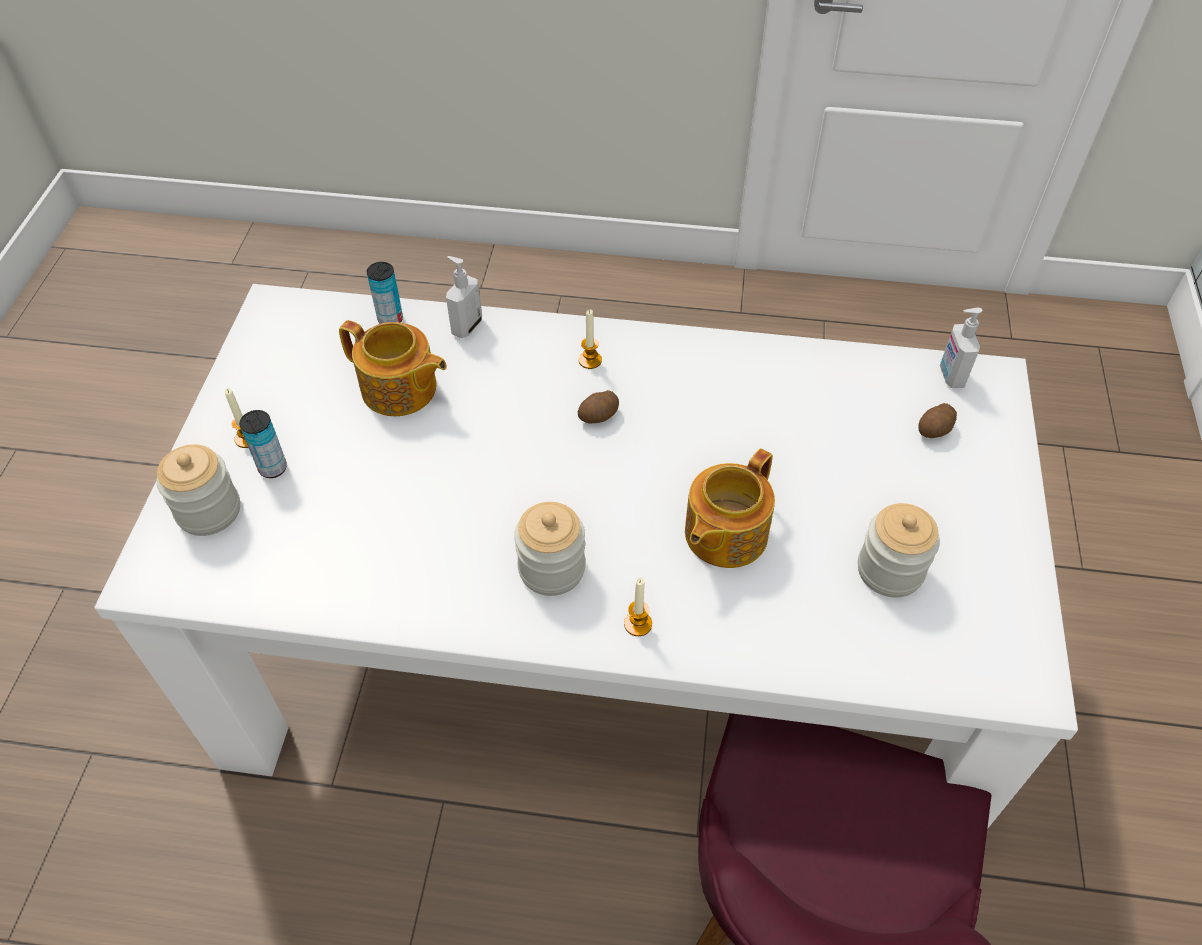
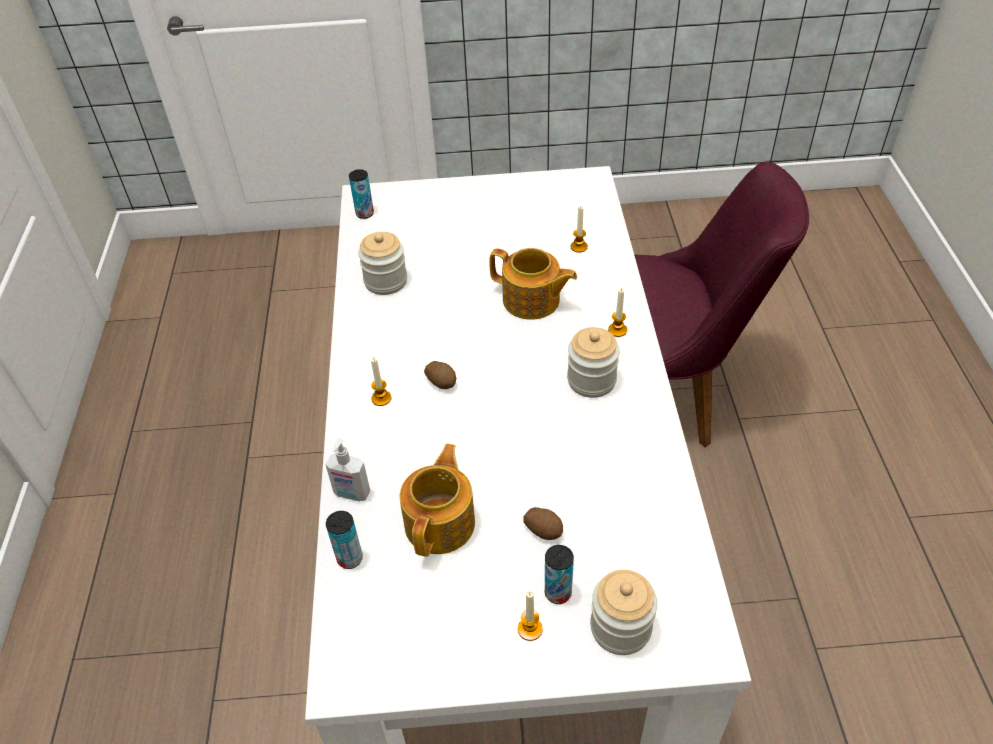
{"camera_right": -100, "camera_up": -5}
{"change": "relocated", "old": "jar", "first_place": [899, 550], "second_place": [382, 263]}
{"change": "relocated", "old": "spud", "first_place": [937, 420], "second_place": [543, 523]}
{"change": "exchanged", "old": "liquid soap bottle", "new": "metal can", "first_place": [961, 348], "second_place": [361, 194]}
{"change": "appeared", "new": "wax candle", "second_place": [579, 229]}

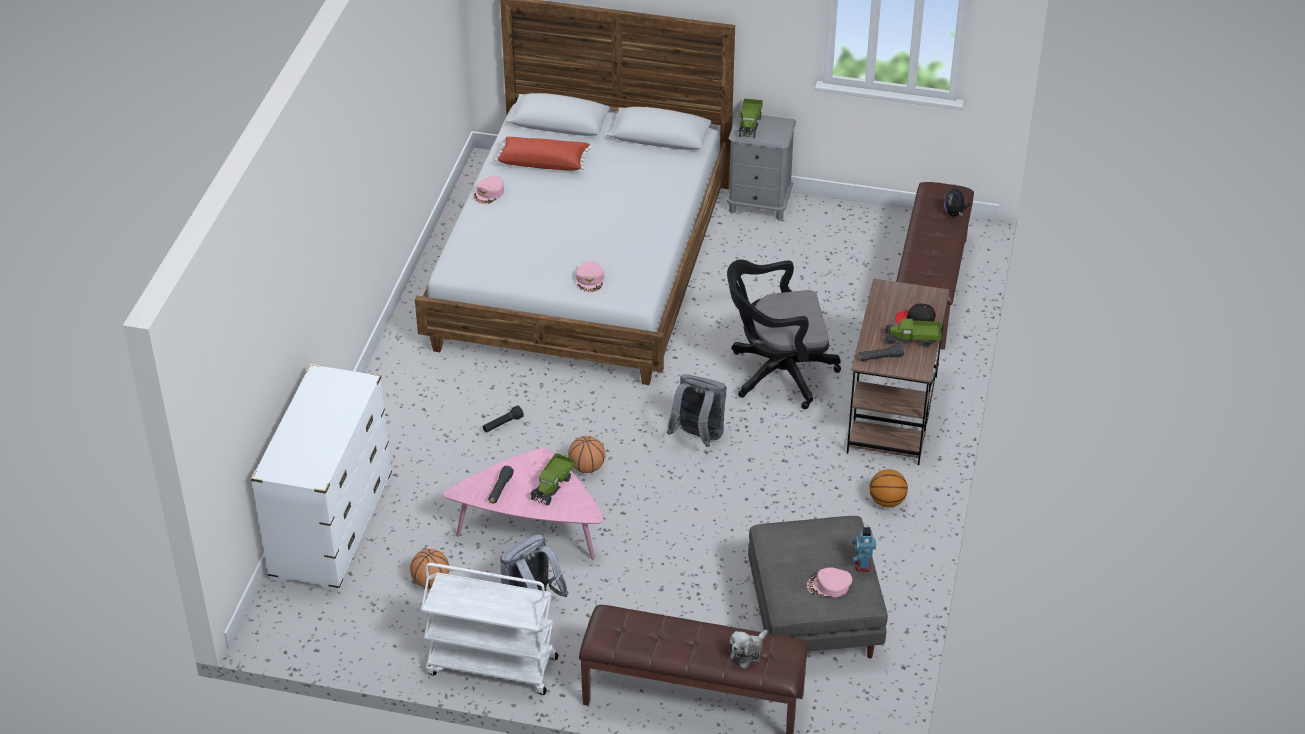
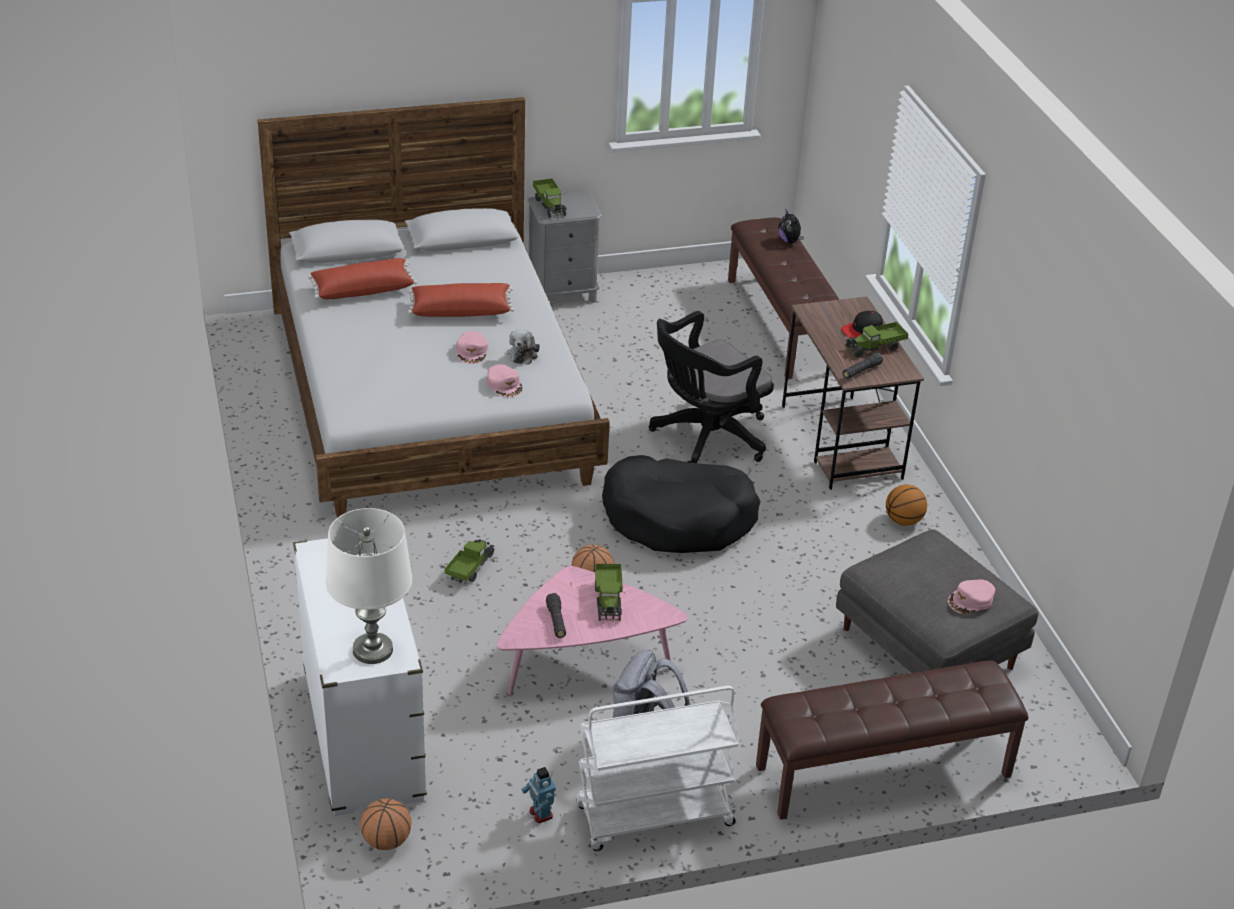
{"camera_right": -30, "camera_up": -5}
{"change": "relocated", "old": "ball for basketball", "first_place": [429, 568], "second_place": [386, 824]}
{"change": "relocated", "old": "pink-coloured peaked cap", "first_place": [488, 190], "second_place": [472, 347]}
{"change": "exchanged", "old": "black-coloured hand torch", "new": "toy lorry", "first_place": [503, 419], "second_place": [470, 561]}
{"change": "exchanged", "old": "grey backpack", "new": "black-coloured pet bed", "first_place": [697, 411], "second_place": [681, 504]}
{"change": "relocated", "old": "soft toy", "first_place": [749, 649], "second_place": [523, 347]}
{"change": "relocated", "old": "model robot", "first_place": [864, 549], "second_place": [539, 795]}
{"change": "appeared", "new": "white table lamp", "second_place": [369, 586]}
{"change": "appeared", "new": "red-coloured throw pillow", "second_place": [461, 300]}

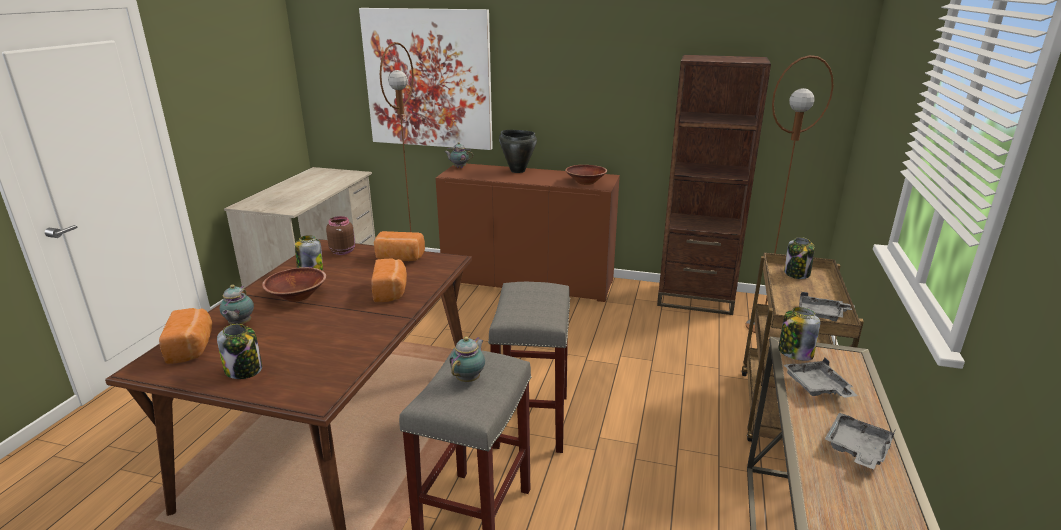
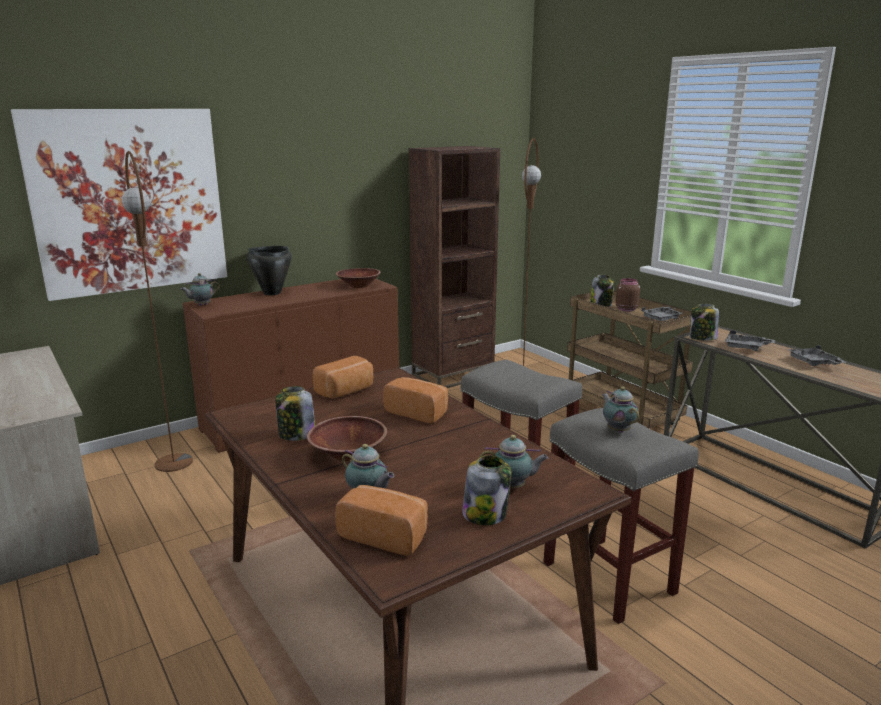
{"camera_right": -50, "camera_up": -5}
{"change": "relocated", "old": "brownish jar", "first_place": [340, 235], "second_place": [628, 295]}
{"change": "appeared", "new": "tea pot", "second_place": [513, 461]}

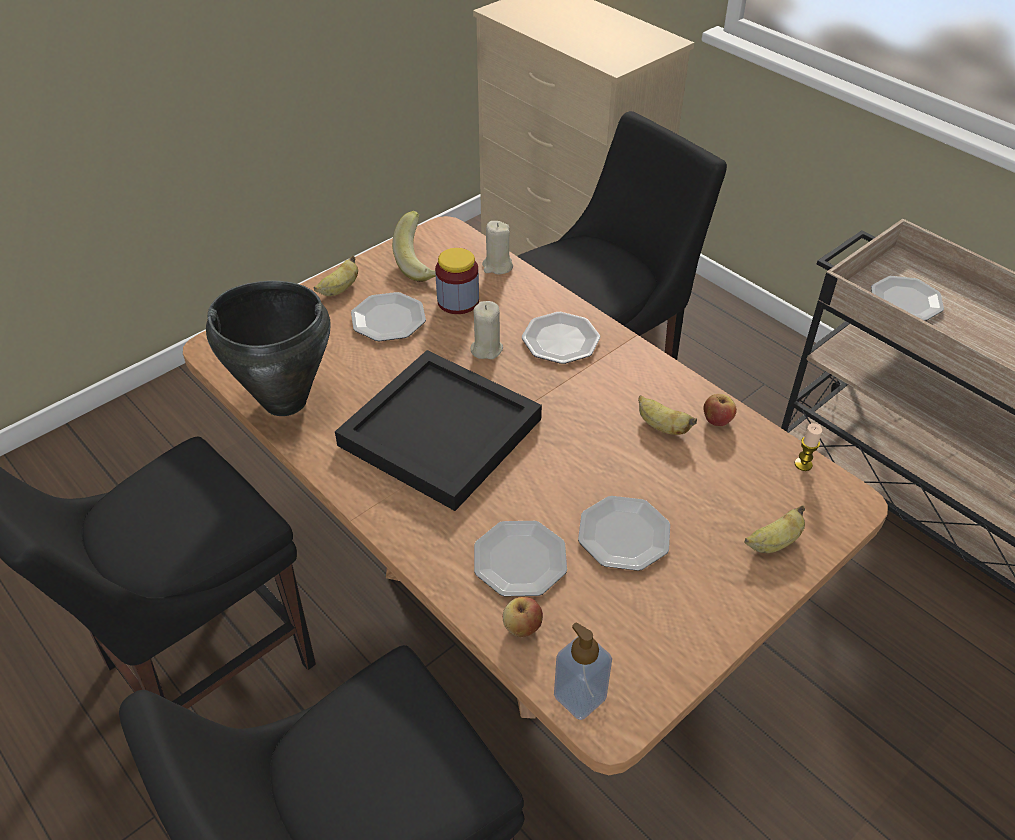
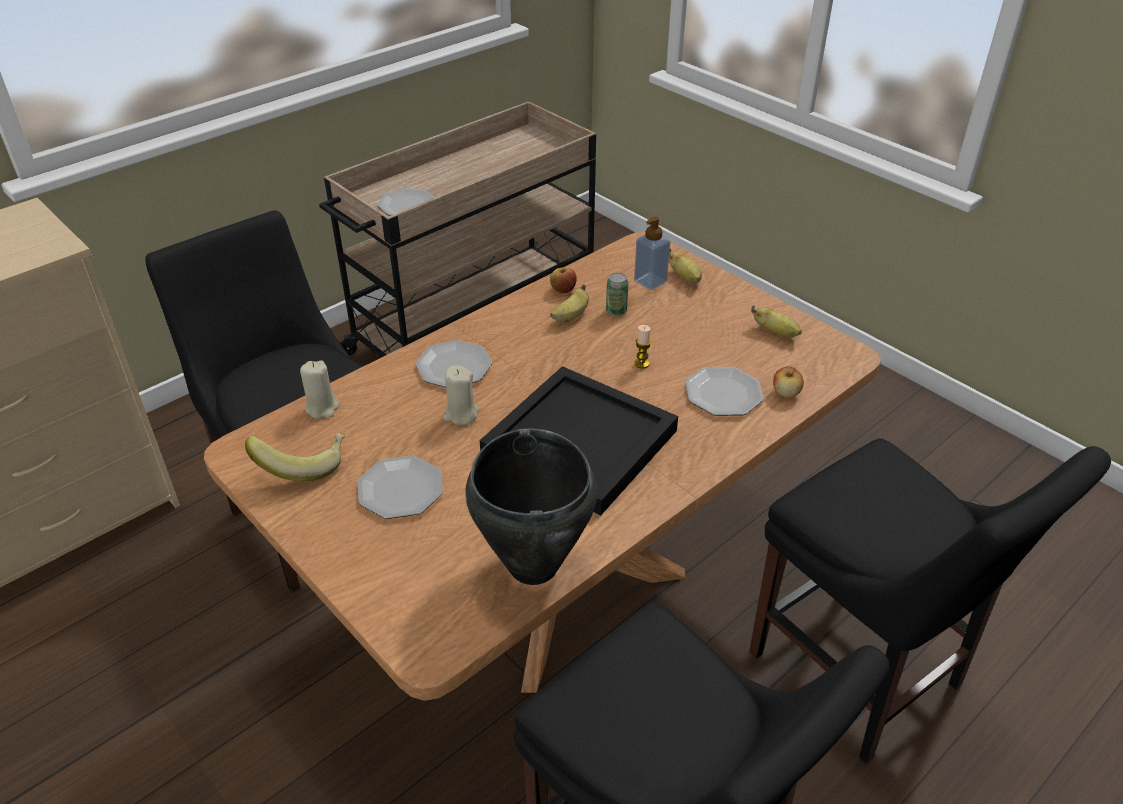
{"camera_right": -90, "camera_up": -5}
{"change": "relocated", "old": "banana fruit", "first_place": [336, 276], "second_place": [776, 321]}
{"change": "missing", "old": "jar", "first_place": [457, 281]}
{"change": "relocated", "old": "liquid soap bottle", "first_place": [583, 671], "second_place": [652, 253]}
{"change": "missing", "old": "dinner plate", "first_place": [624, 533]}
{"change": "relocated", "old": "wax candle", "first_place": [808, 447], "second_place": [642, 346]}
{"change": "appeared", "new": "metal can", "second_place": [617, 294]}

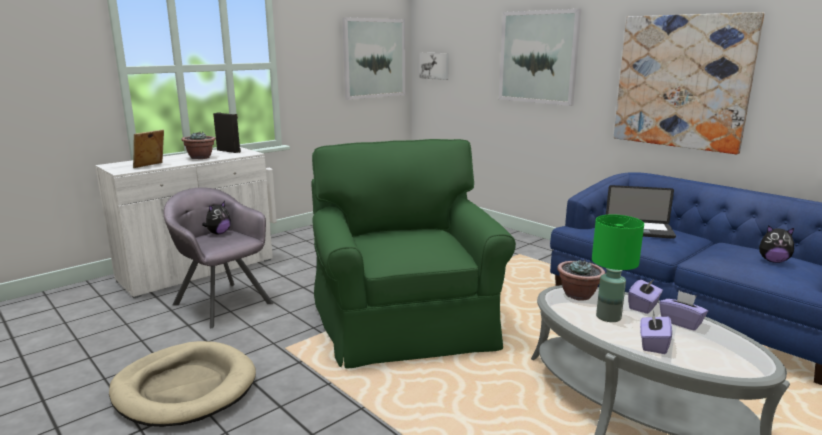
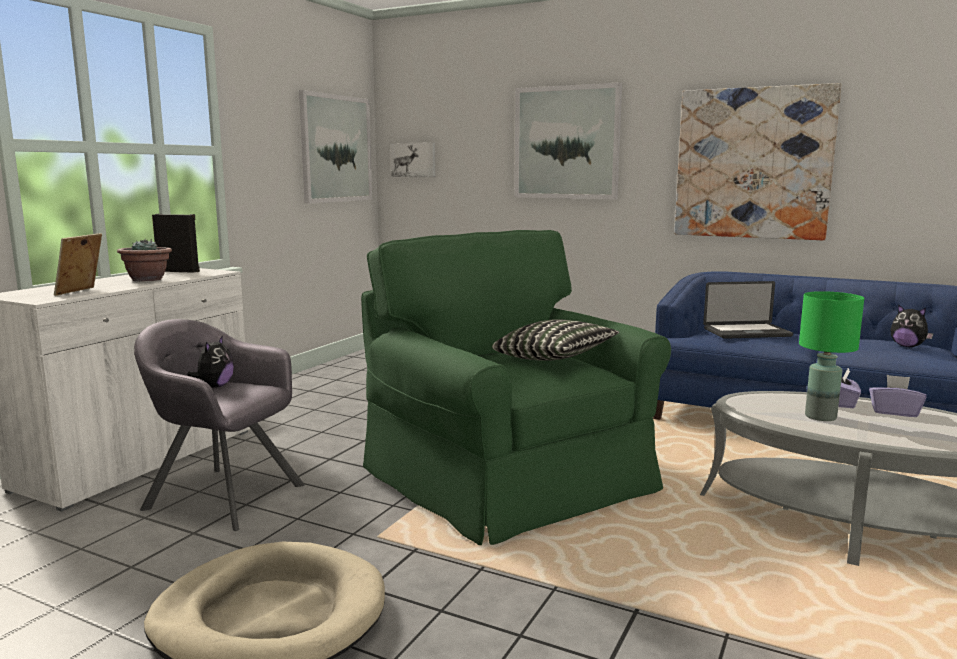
{"camera_right": -20, "camera_up": -5}
{"change": "missing", "old": "potted plant", "first_place": [581, 280]}
{"change": "missing", "old": "purple-coloured tissue box", "first_place": [656, 332]}
{"change": "spun", "old": "soft toy", "first_place": [776, 244], "second_place": [911, 325], "degrees": 45}
{"change": "appeared", "new": "throw pillow", "second_place": [555, 340]}

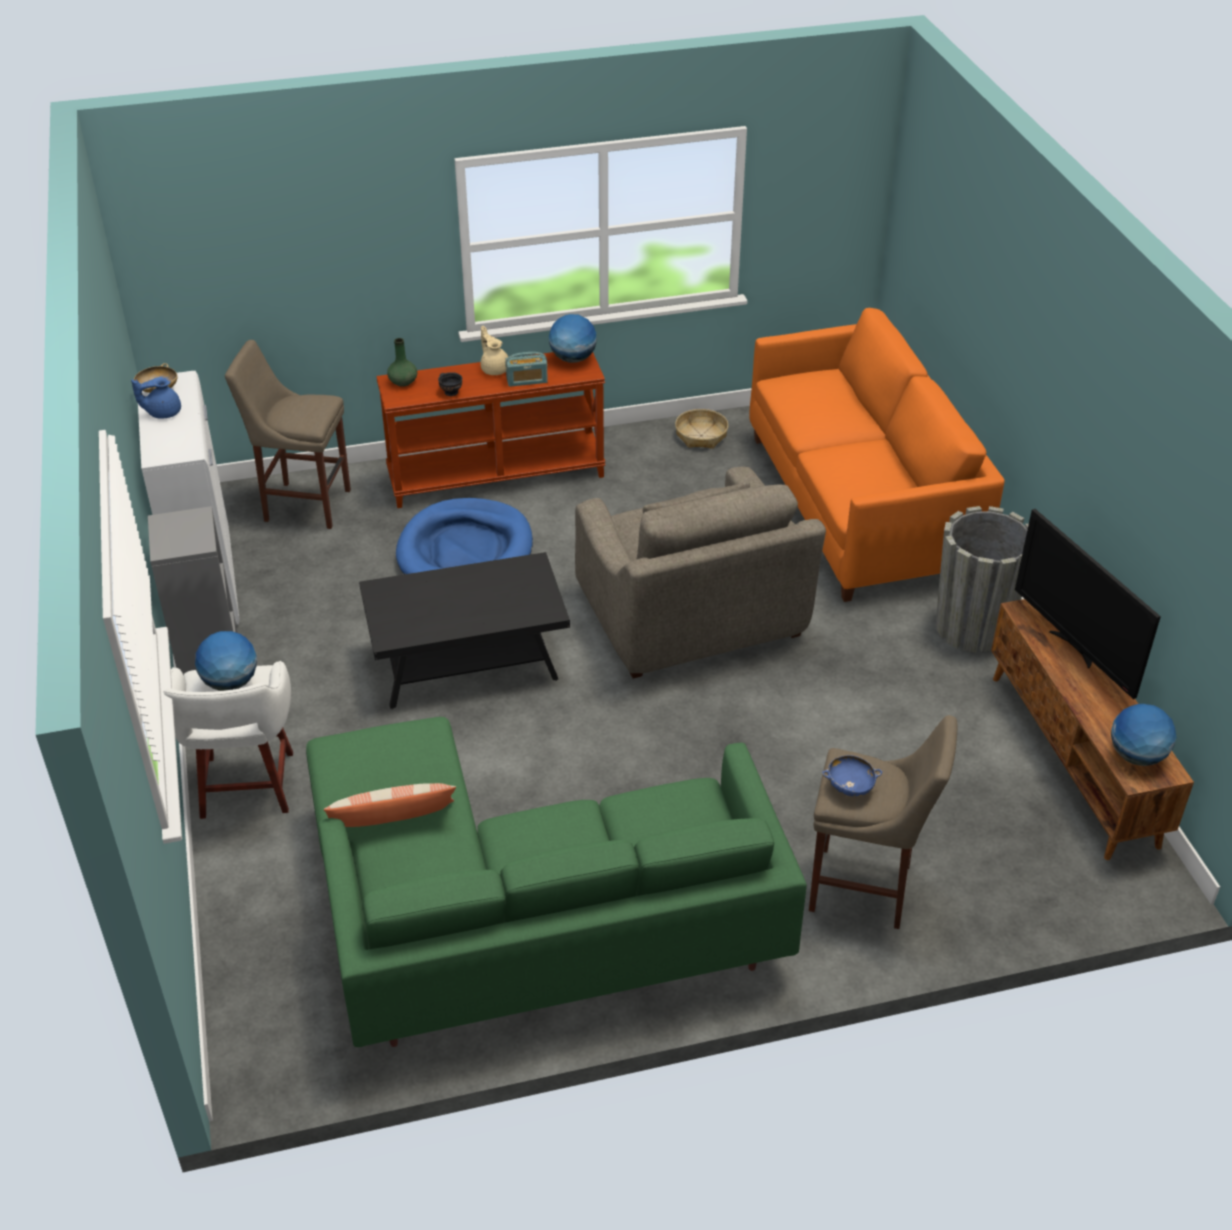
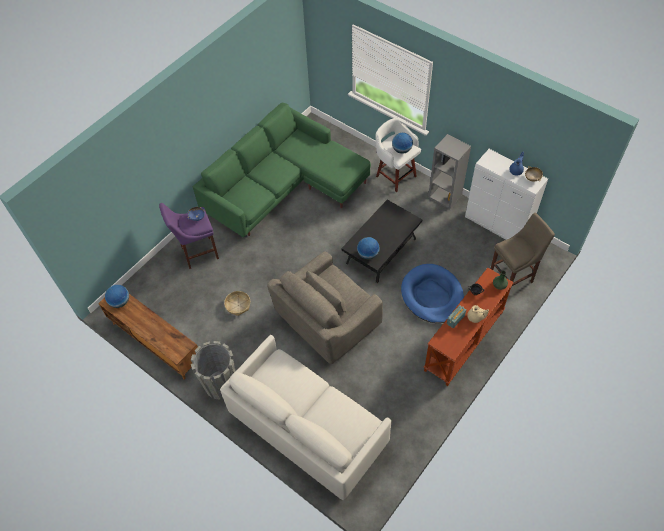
{"camera_right": 145, "camera_up": 15}
{"change": "missing", "old": "throw pillow", "first_place": [390, 805]}
{"change": "relocated", "old": "globe", "first_place": [573, 338], "second_place": [368, 248]}
{"change": "spun", "old": "grey lounge chair", "first_place": [700, 572], "second_place": [325, 307], "degrees": -75}
{"change": "relocated", "old": "storage basket", "first_place": [701, 429], "second_place": [237, 303]}
{"change": "colour", "old": "orangey couch", "new": "white couch", "first_place": [877, 455], "second_place": [305, 417]}
{"change": "colour", "old": "sand-coloured stool seat", "new": "purple-coloured stool seat", "first_place": [883, 822], "second_place": [189, 236]}
{"change": "missing", "old": "TV", "first_place": [1088, 604]}

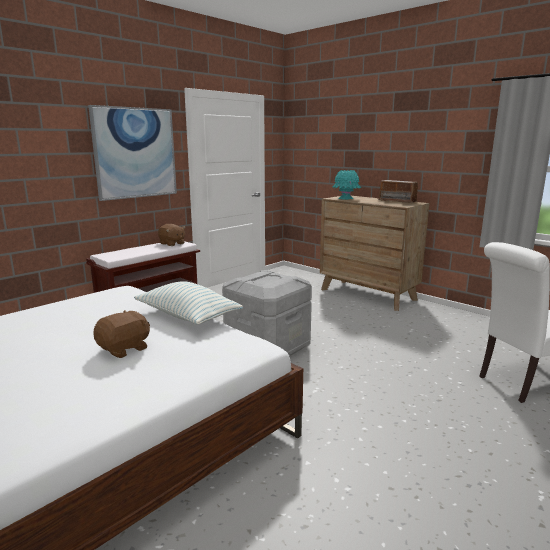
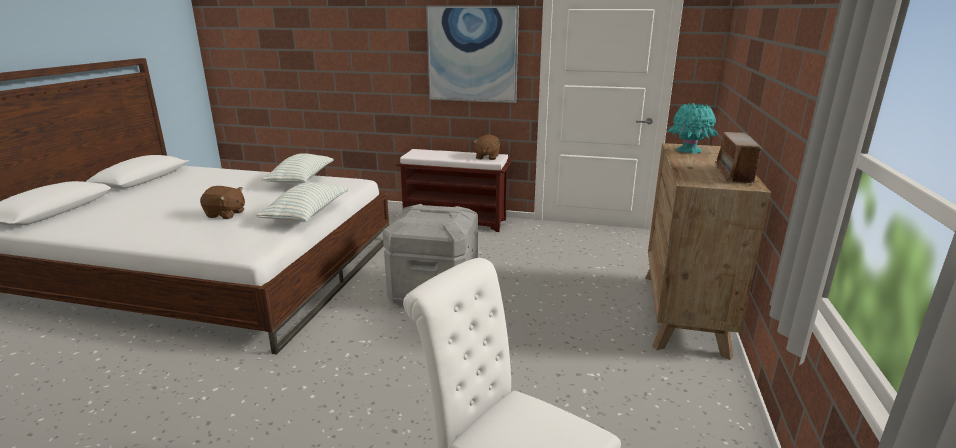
{"camera_right": 60, "camera_up": 5}
{"change": "appeared", "new": "throw pillow", "second_place": [297, 168]}

